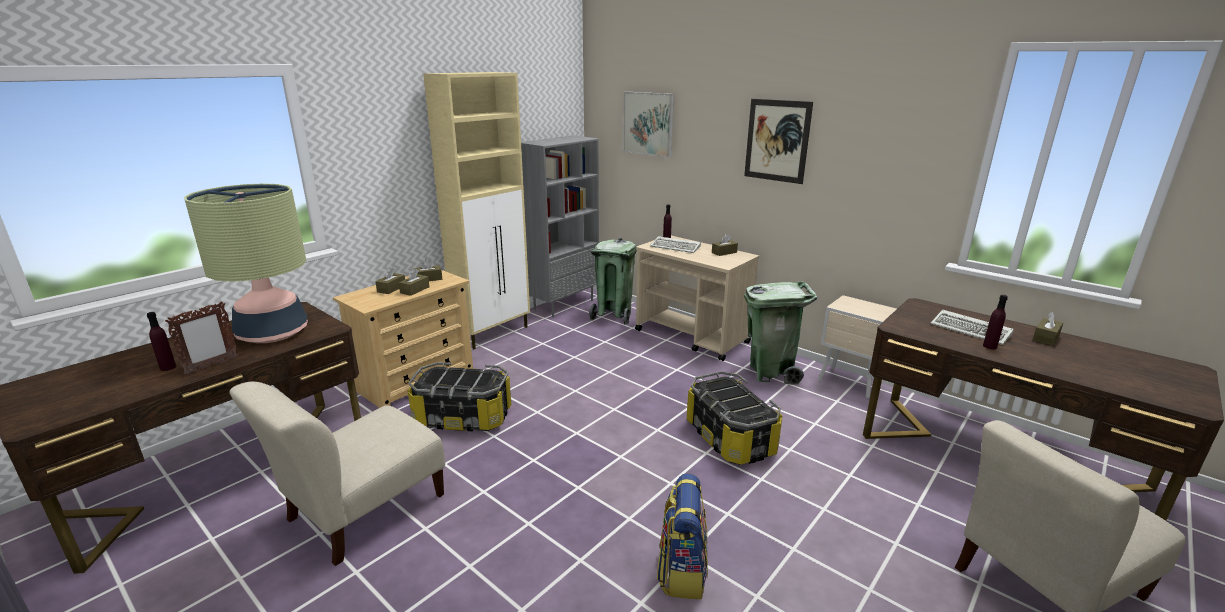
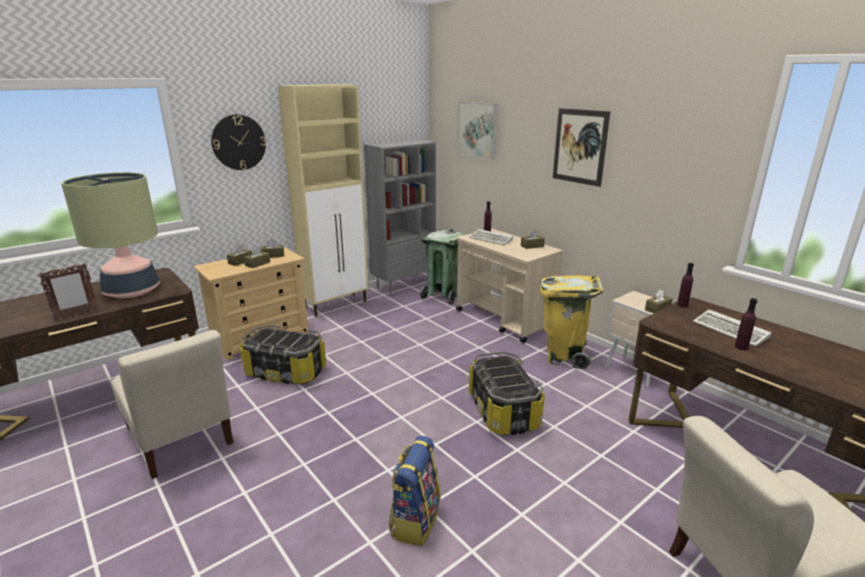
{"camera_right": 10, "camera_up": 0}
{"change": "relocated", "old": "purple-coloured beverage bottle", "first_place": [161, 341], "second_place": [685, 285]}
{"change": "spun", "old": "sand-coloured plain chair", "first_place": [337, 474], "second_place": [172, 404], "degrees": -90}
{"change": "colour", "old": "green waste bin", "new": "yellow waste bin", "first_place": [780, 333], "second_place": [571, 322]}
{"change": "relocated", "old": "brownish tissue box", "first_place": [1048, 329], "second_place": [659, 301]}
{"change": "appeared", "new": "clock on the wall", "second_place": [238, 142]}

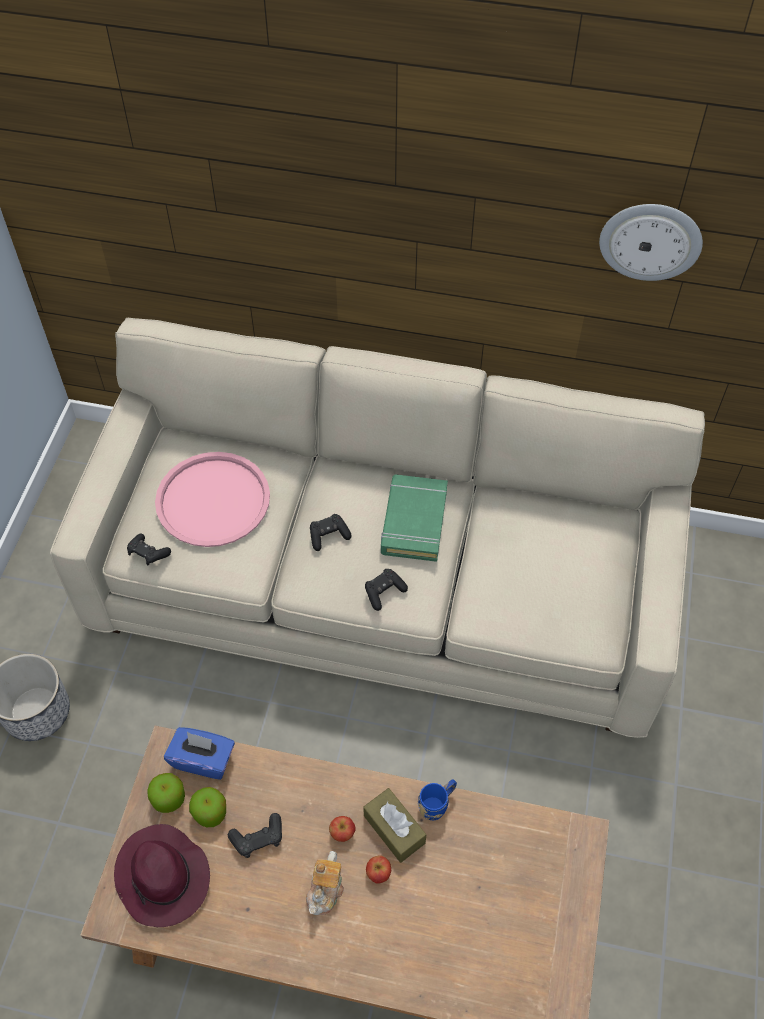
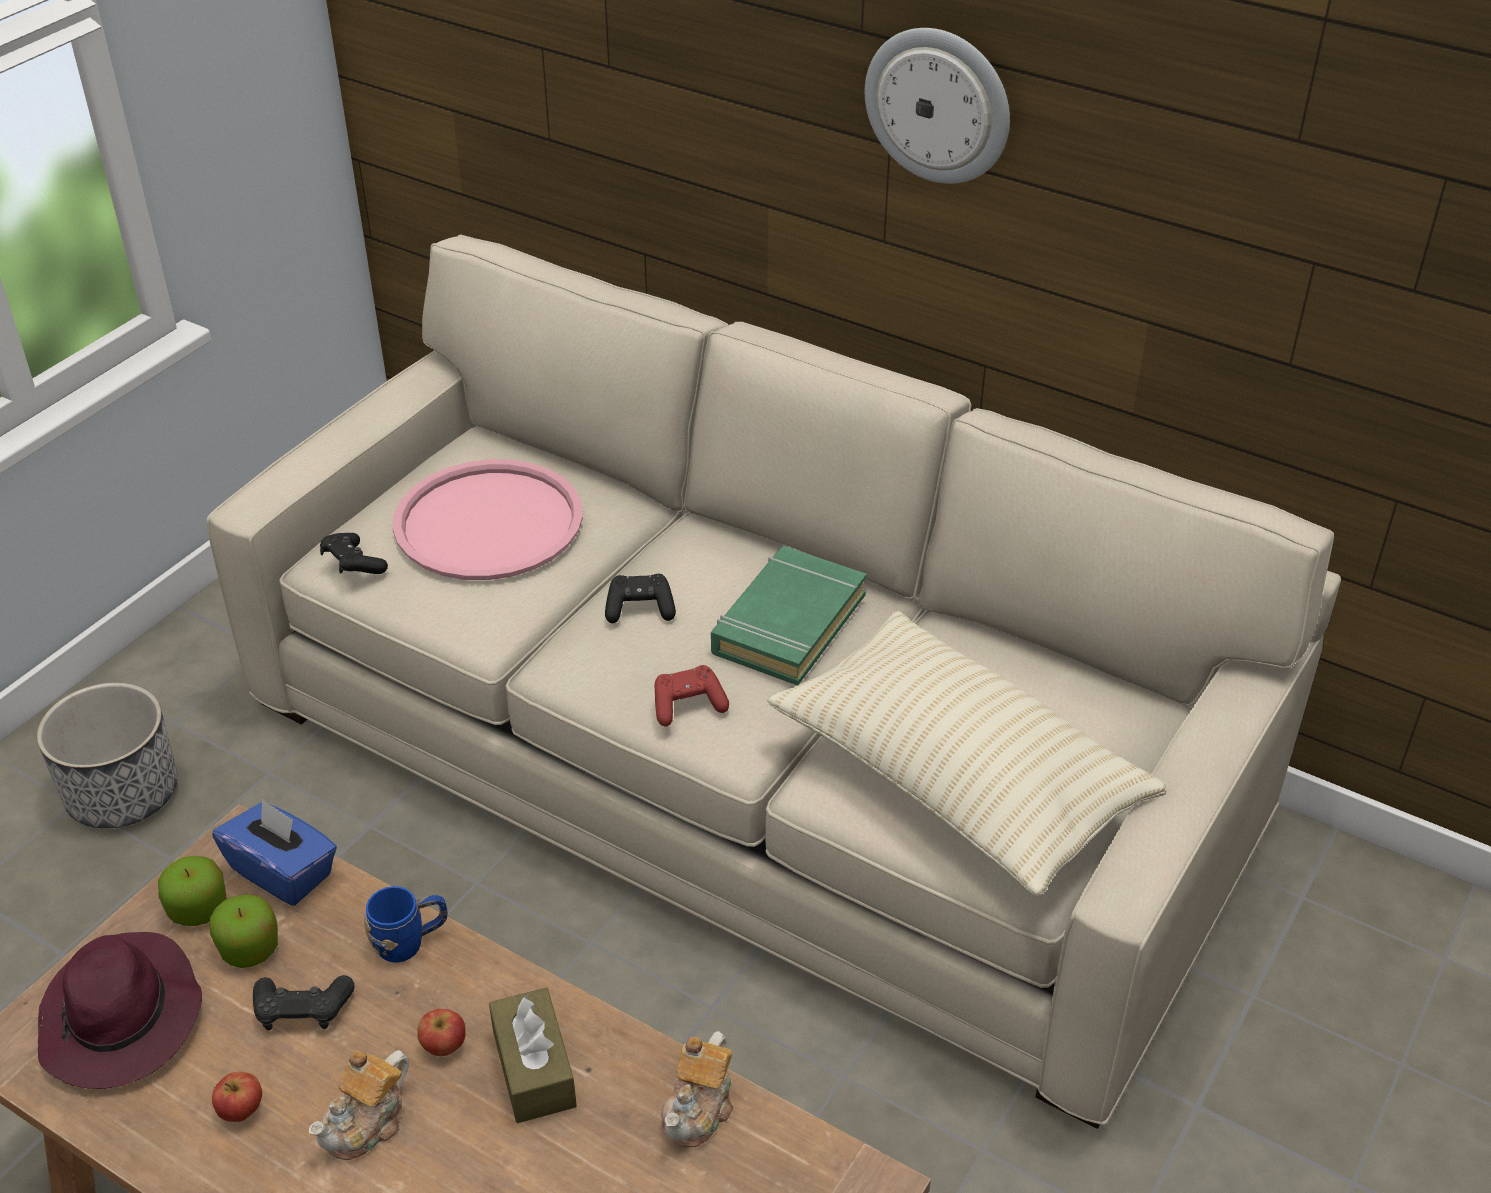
{"camera_right": 20, "camera_up": -15}
{"change": "colour", "old": "black-coloured gamepad", "new": "red-coloured gamepad", "first_place": [386, 590], "second_place": [692, 696]}
{"change": "relocated", "old": "whole apple", "first_place": [378, 869], "second_place": [237, 1097]}
{"change": "relocated", "old": "bluish coffee mug", "first_place": [437, 799], "second_place": [406, 924]}
{"change": "relocated", "old": "clock on the wall", "first_place": [651, 242], "second_place": [937, 106]}
{"change": "appeared", "new": "tea pot", "second_place": [697, 1089]}
{"change": "appeared", "new": "sand-coloured throw pillow", "second_place": [967, 753]}

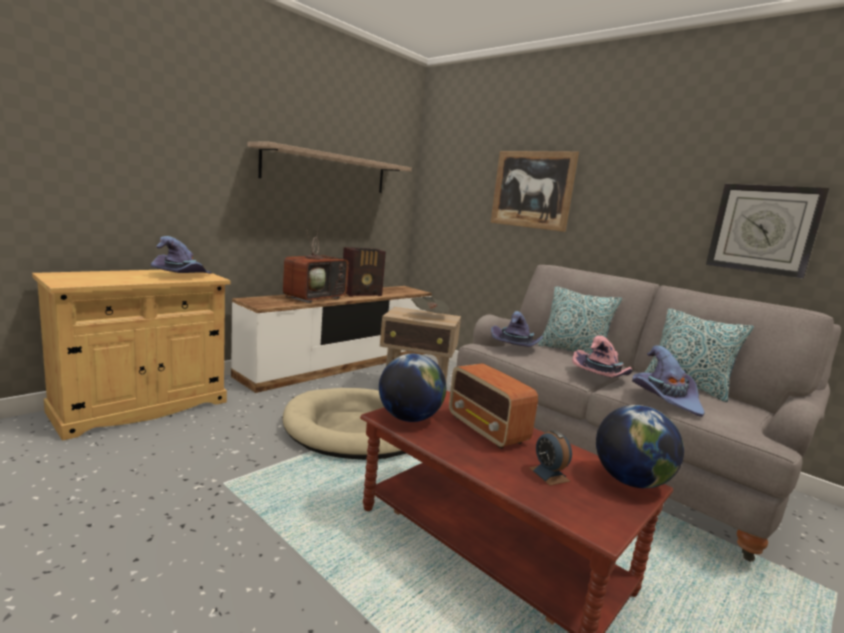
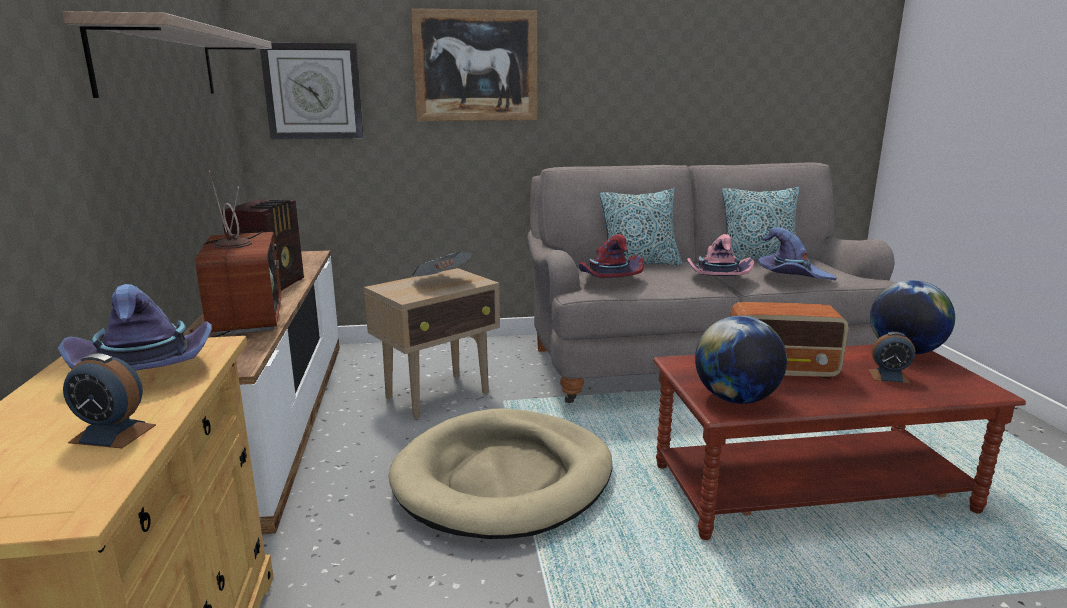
{"camera_right": -50, "camera_up": 5}
{"change": "colour", "old": "purple-coloured hat", "new": "red-coloured hat", "first_place": [517, 329], "second_place": [611, 256]}
{"change": "relocated", "old": "clock on the wall", "first_place": [768, 231], "second_place": [312, 91]}
{"change": "appeared", "new": "bedside clock", "second_place": [109, 401]}

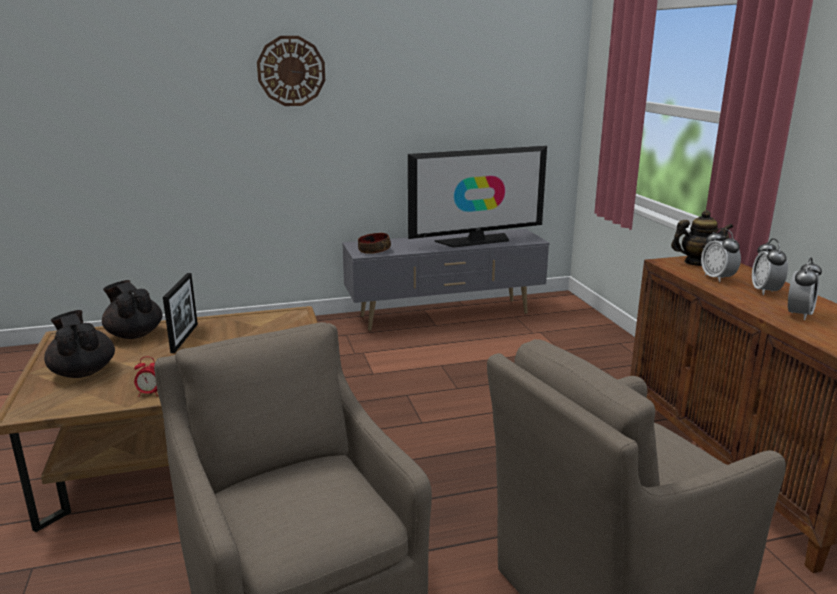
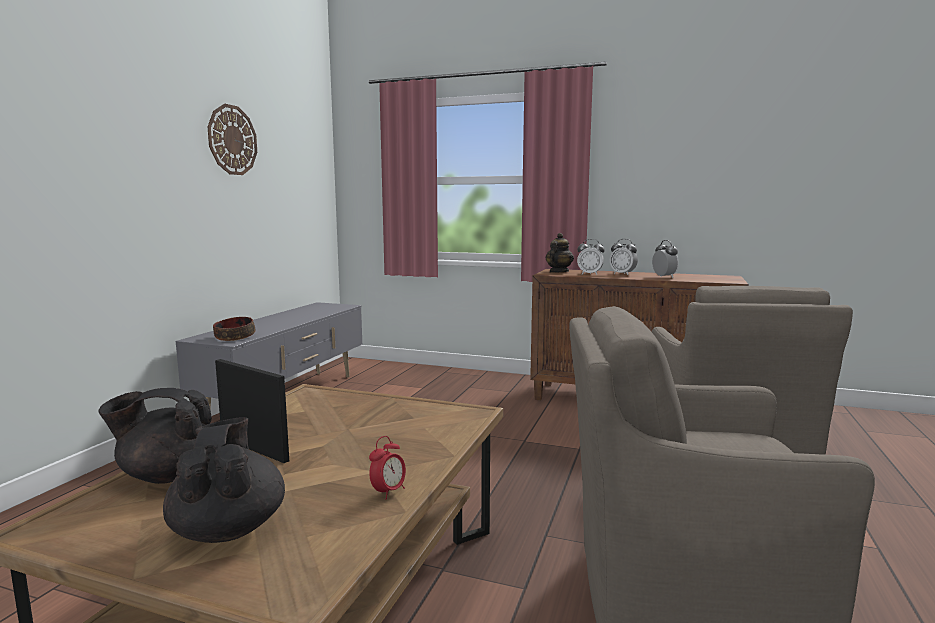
{"camera_right": -55, "camera_up": -10}
{"change": "spun", "old": "black-coloured tea pot", "first_place": [79, 344], "second_place": [224, 480], "degrees": 75}
{"change": "relocated", "old": "clock on the wall", "first_place": [291, 71], "second_place": [232, 139]}
{"change": "missing", "old": "TV", "first_place": [477, 197]}

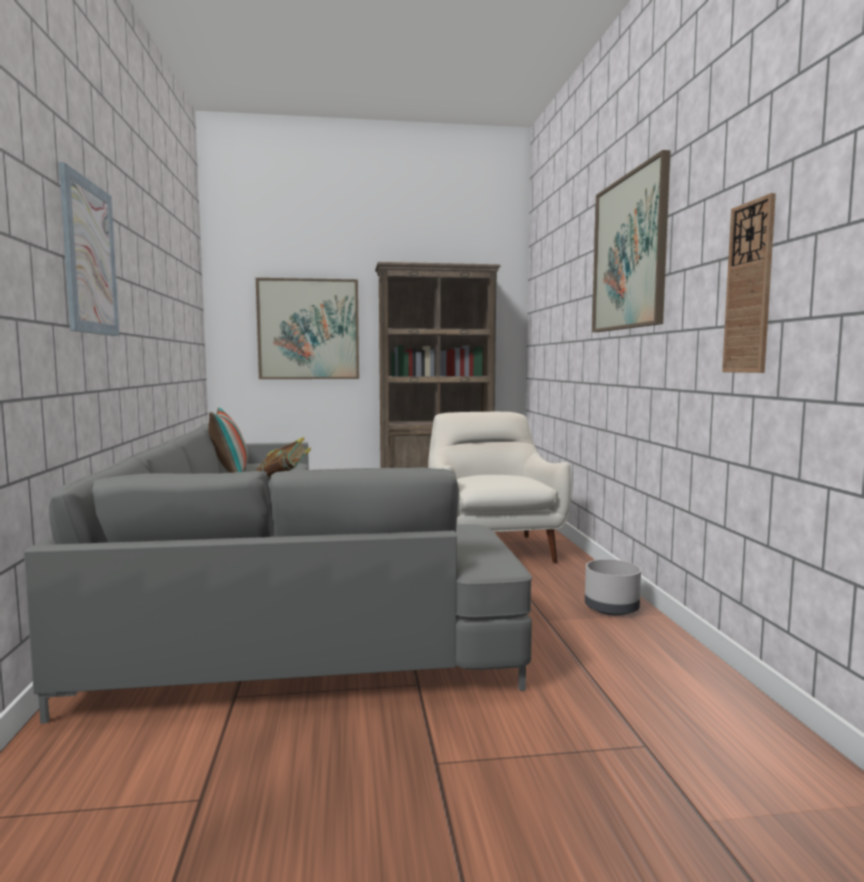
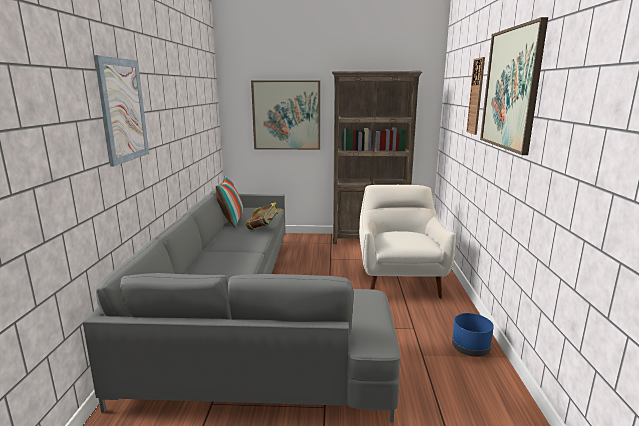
{"camera_right": 10, "camera_up": 10}
{"change": "colour", "old": "grey planter", "new": "bluish planter", "first_place": [613, 587], "second_place": [473, 335]}
{"change": "relocated", "old": "clock on the wall", "first_place": [749, 283], "second_place": [475, 96]}

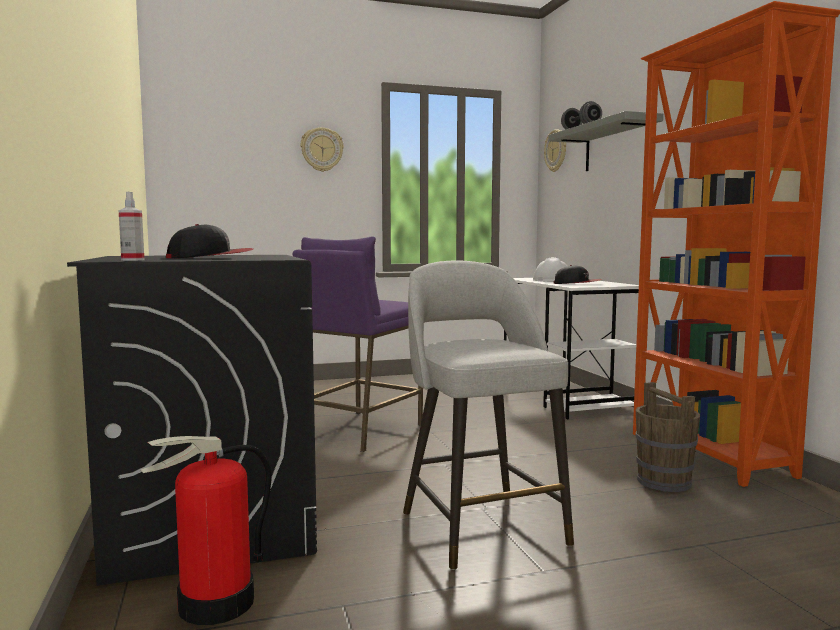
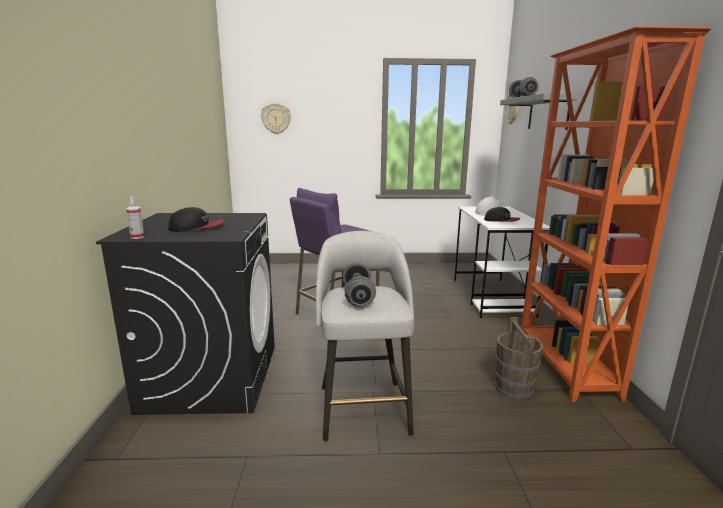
{"camera_right": 15, "camera_up": 10}
{"change": "missing", "old": "extinguisher", "first_place": [206, 530]}
{"change": "relocated", "old": "clock on the wall", "first_place": [322, 149], "second_place": [276, 118]}
{"change": "appeared", "new": "grey free weight", "second_place": [359, 284]}

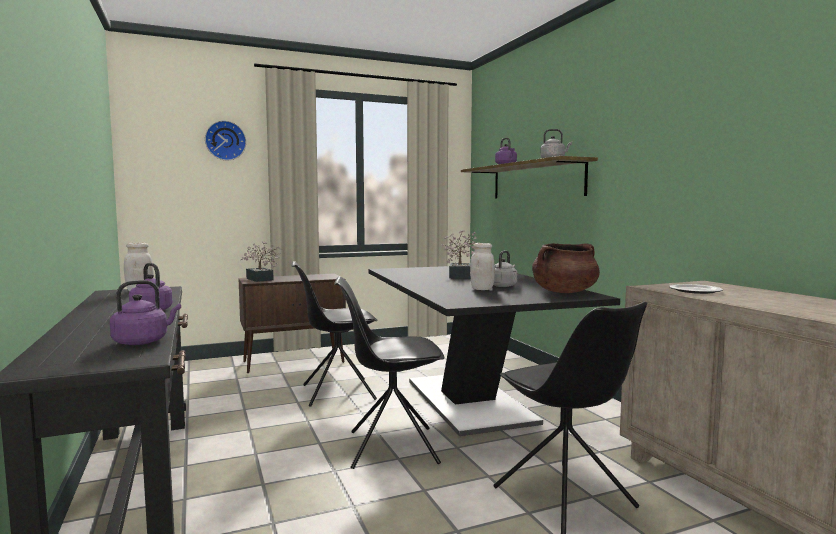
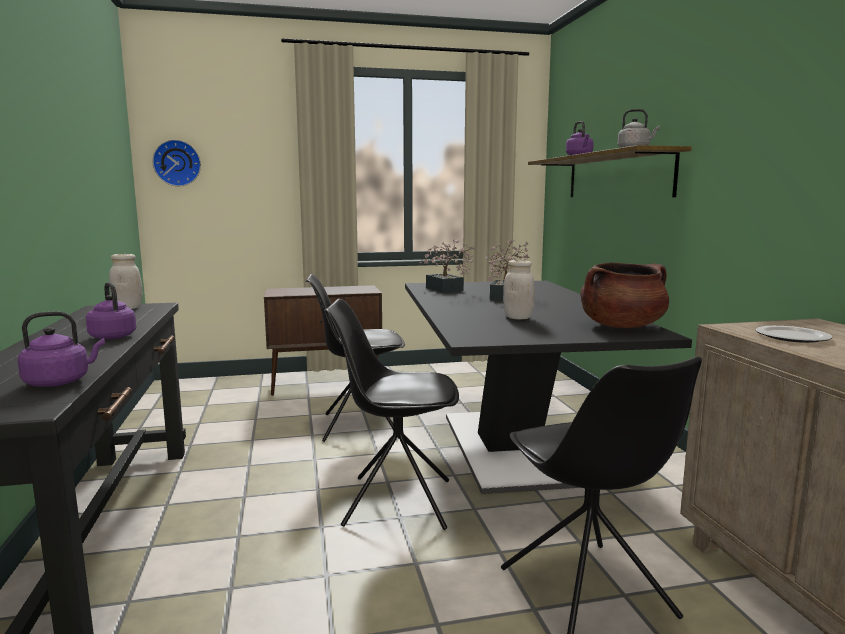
{"camera_right": 10, "camera_up": 5}
{"change": "relocated", "old": "clock on the wall", "first_place": [225, 141], "second_place": [176, 163]}
{"change": "relocated", "old": "potted plant", "first_place": [261, 262], "second_place": [447, 266]}
{"change": "missing", "old": "grey water kettle", "first_place": [505, 269]}

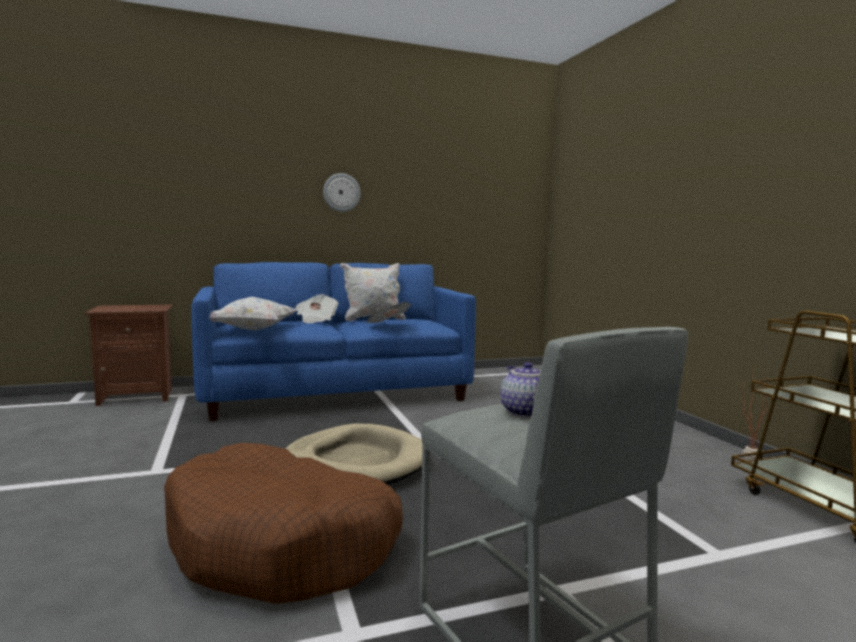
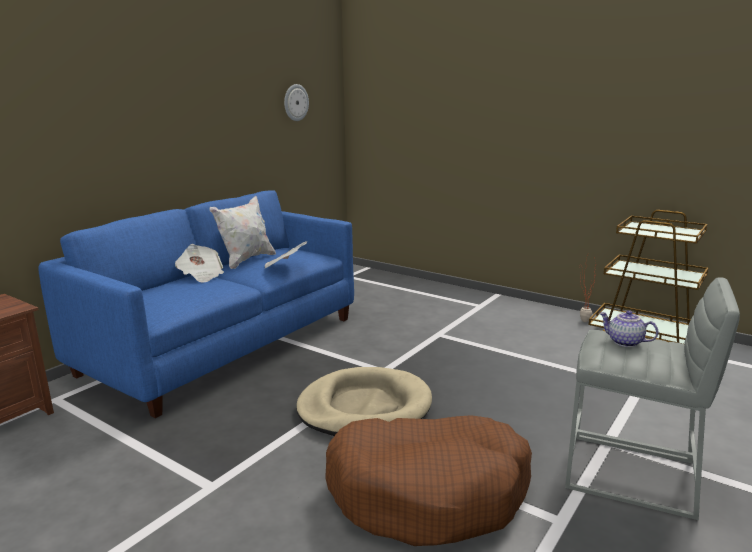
{"camera_right": -35, "camera_up": 10}
{"change": "missing", "old": "white throw pillow", "first_place": [253, 313]}
{"change": "relocated", "old": "clock on the wall", "first_place": [342, 192], "second_place": [296, 102]}

